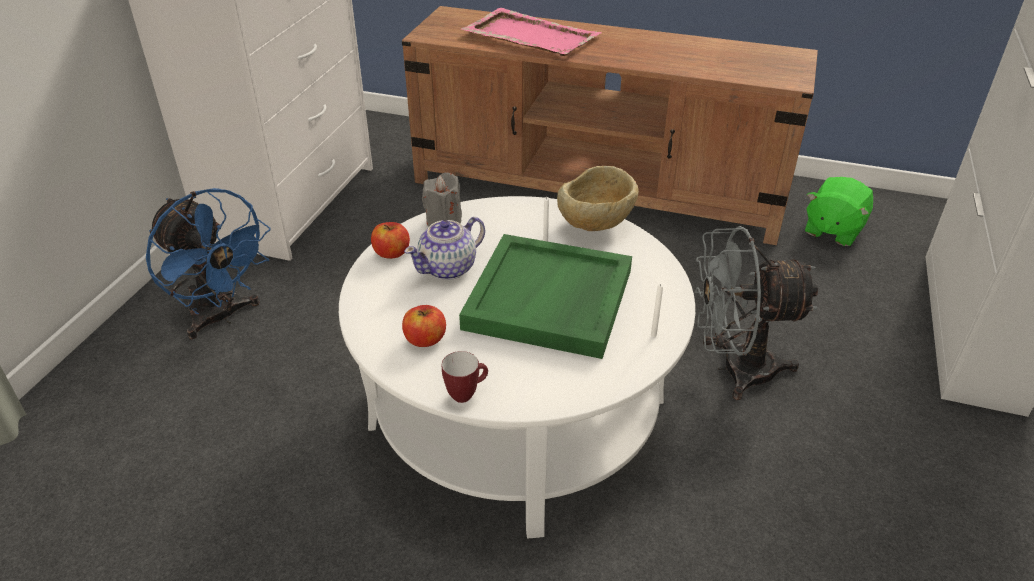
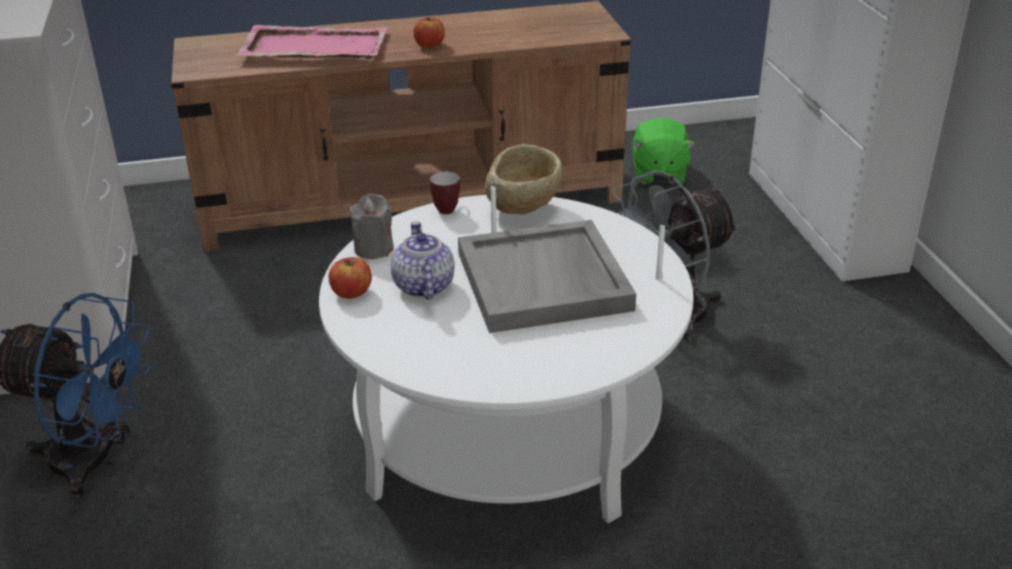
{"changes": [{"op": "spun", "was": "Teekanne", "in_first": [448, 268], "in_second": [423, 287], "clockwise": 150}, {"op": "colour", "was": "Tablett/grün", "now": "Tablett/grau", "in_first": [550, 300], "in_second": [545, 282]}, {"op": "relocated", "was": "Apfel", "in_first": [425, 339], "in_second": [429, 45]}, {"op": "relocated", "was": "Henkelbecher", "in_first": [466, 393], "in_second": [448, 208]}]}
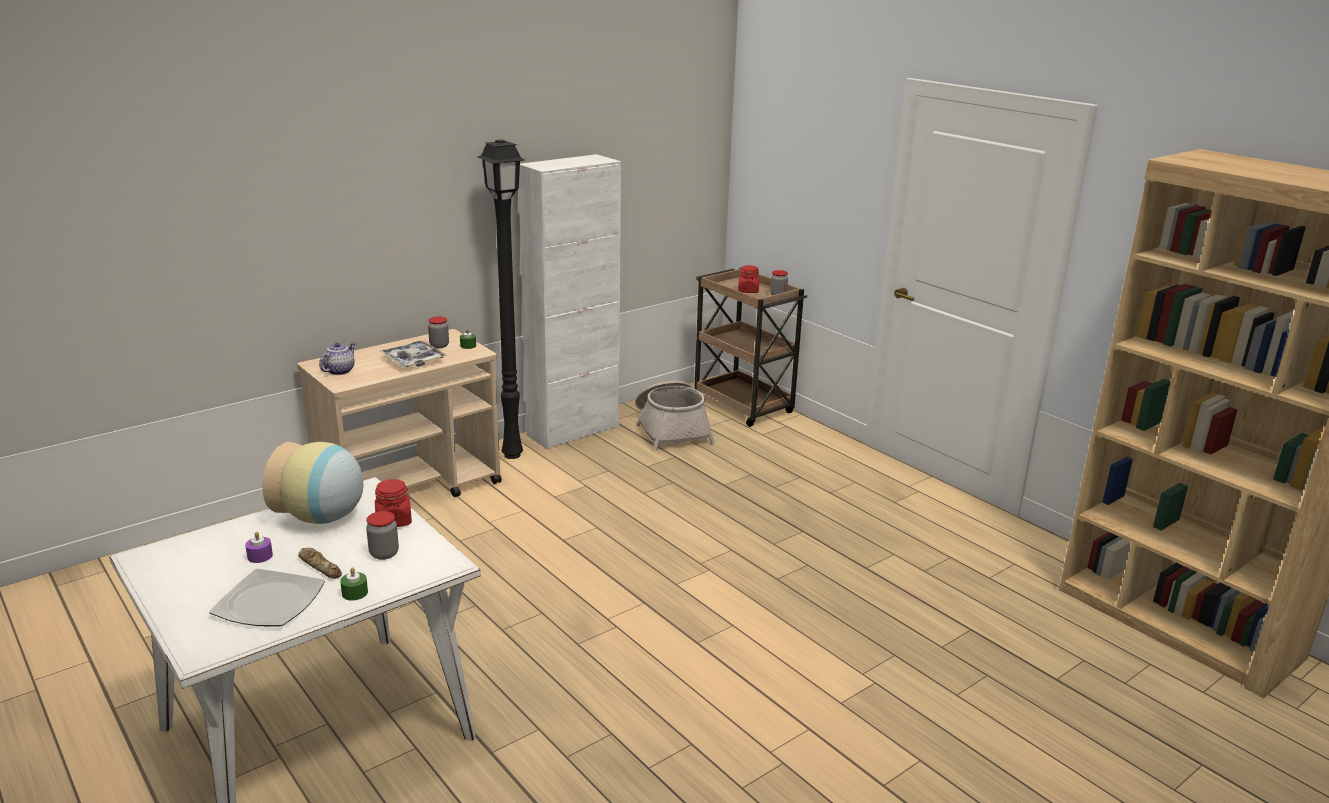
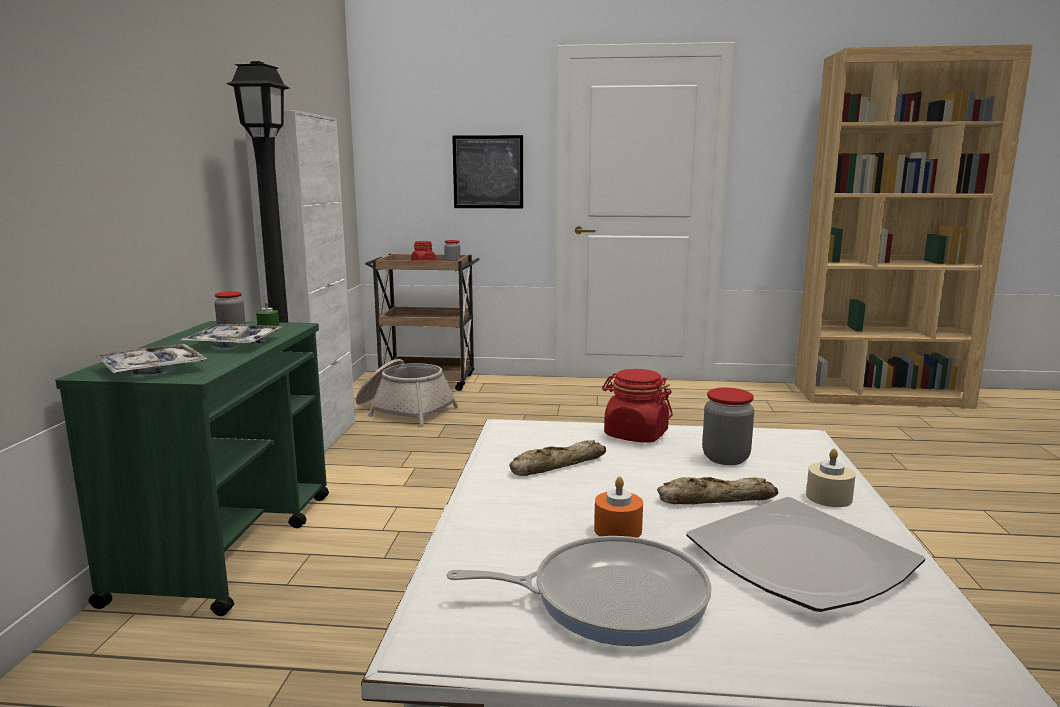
{"changes": [{"op": "colour", "was": "Rollwagen/beige", "now": "Rollwagen/grün", "in_first": [410, 490], "in_second": [229, 544]}, {"op": "exchanged", "was": "Teekanne", "now": "Tablett", "in_first": [339, 371], "in_second": [152, 369]}, {"op": "exchanged", "was": "Vase", "now": "Brot", "in_first": [323, 518], "in_second": [557, 465]}, {"op": "colour", "was": "Kerze/lila", "now": "Kerze/orange", "in_first": [260, 556], "in_second": [618, 530]}, {"op": "colour", "was": "Kerze/grün", "now": "Kerze/beige", "in_first": [355, 593], "in_second": [828, 497]}, {"op": "appeared", "now": "Bild", "in_second": [488, 172]}, {"op": "appeared", "now": "Pfanne", "in_second": [609, 598]}]}
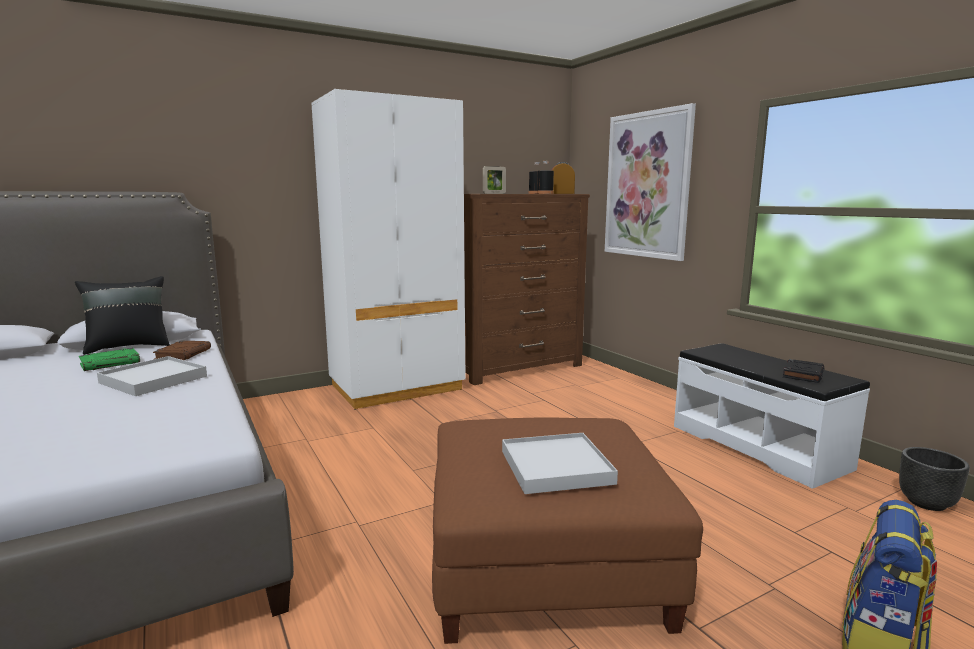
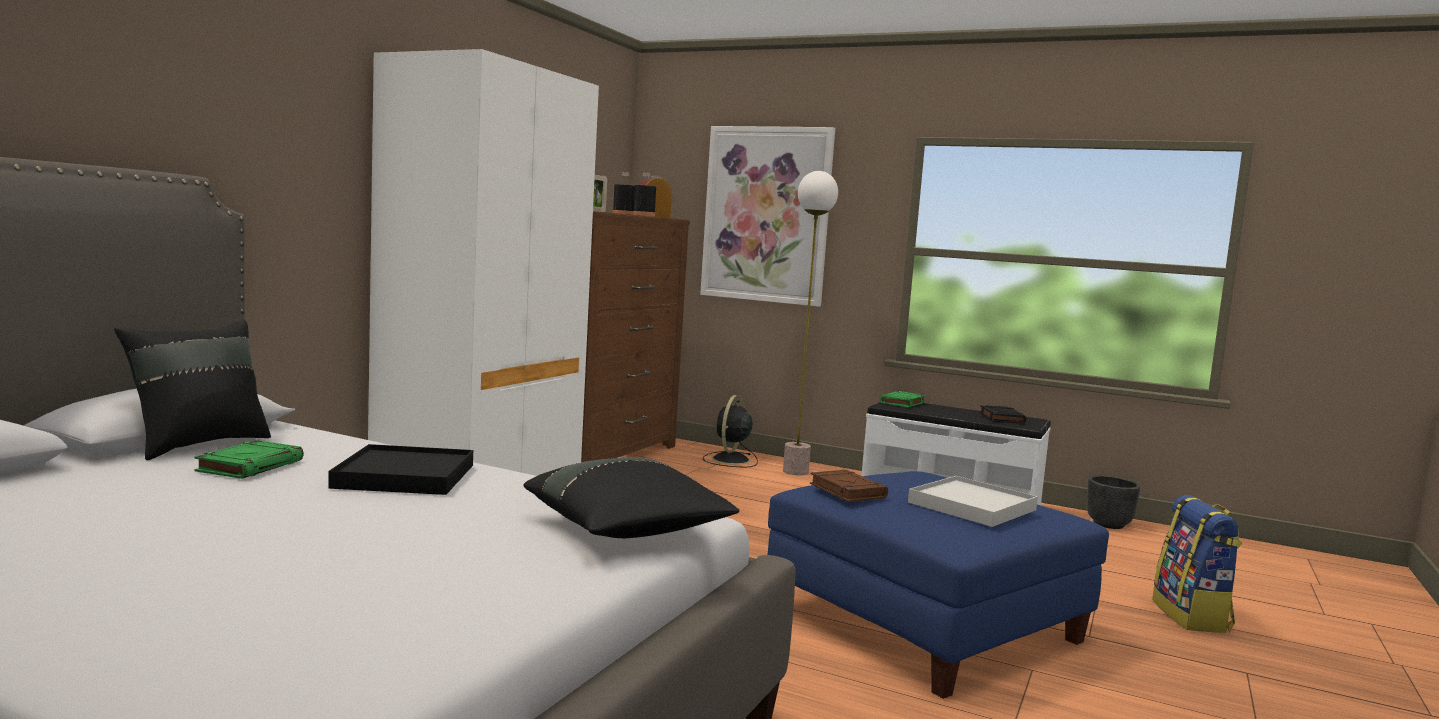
{"changes": [{"op": "relocated", "was": "Buch/braun", "in_first": [183, 354], "in_second": [846, 491]}, {"op": "colour", "was": "Tablett/weiß", "now": "Tablett/schwarz", "in_first": [153, 379], "in_second": [404, 476]}, {"op": "colour", "was": "Polsterhocker/braun", "now": "Polsterhocker/blau", "in_first": [546, 563], "in_second": [927, 624]}, {"op": "appeared", "now": "Stehlampe", "in_second": [796, 472]}, {"op": "appeared", "now": "Buch/grün", "in_second": [902, 403]}, {"op": "appeared", "now": "Ventilator/schwarz", "in_second": [730, 460]}, {"op": "appeared", "now": "Kissen/schwarz", "in_second": [628, 530]}]}
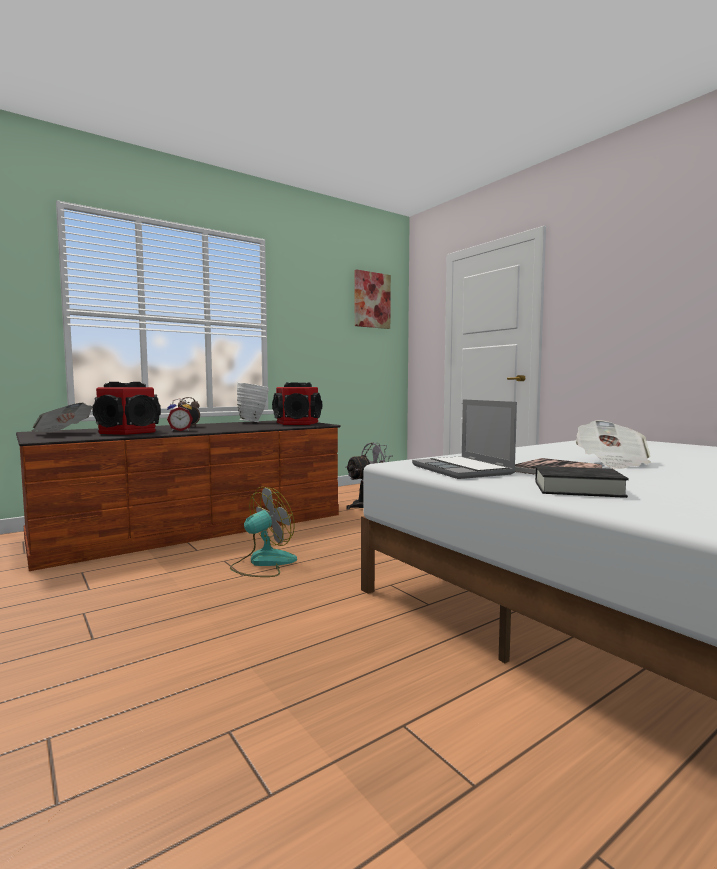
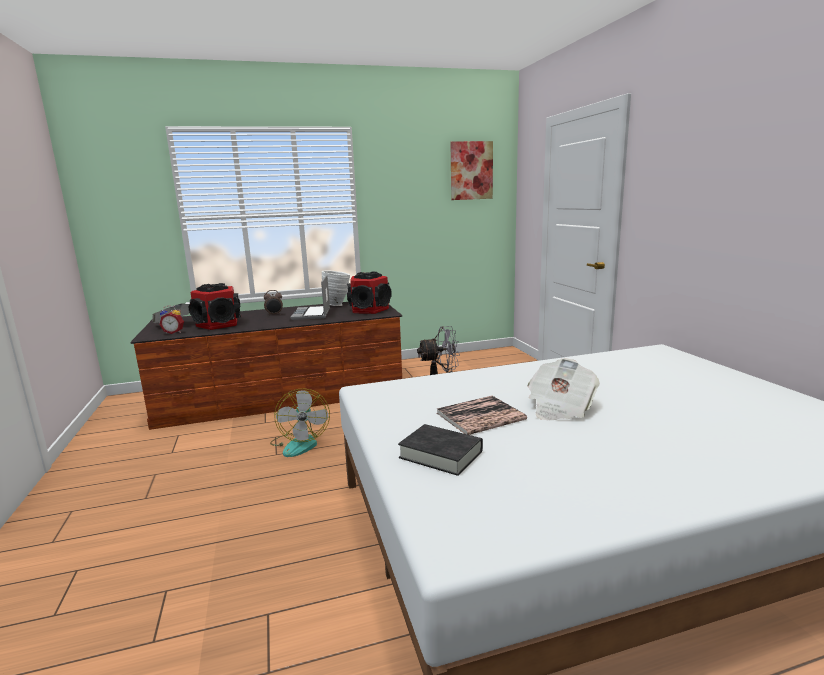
{"changes": [{"op": "relocated", "was": "Wecker", "in_first": [180, 430], "in_second": [174, 332]}, {"op": "relocated", "was": "Laptop", "in_first": [463, 470], "in_second": [312, 314]}, {"op": "spun", "was": "Ventilator", "in_first": [263, 563], "in_second": [300, 443], "clockwise": 105}]}
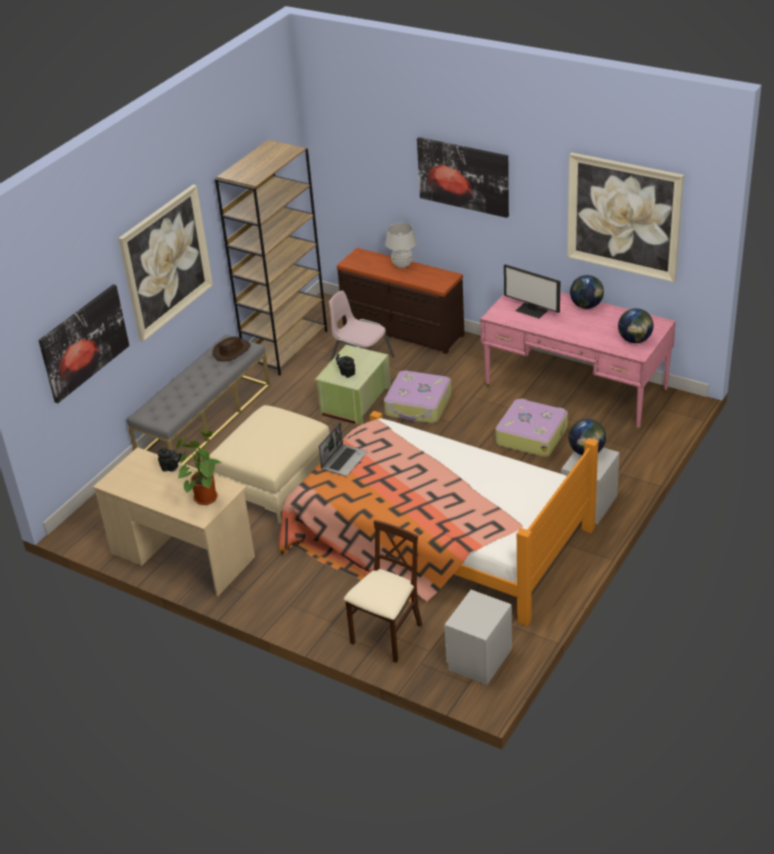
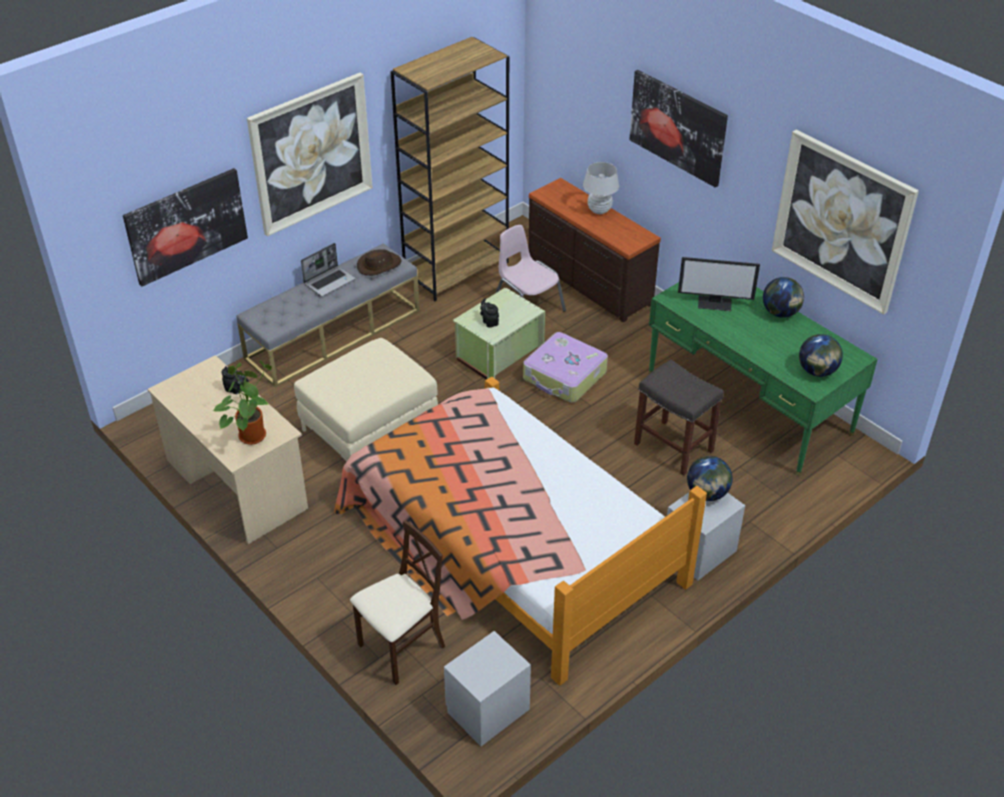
{"changes": [{"op": "spun", "was": "Monitor", "in_first": [532, 310], "in_second": [715, 303], "clockwise": -45}, {"op": "colour", "was": "Schreibtisch/rosa", "now": "Schreibtisch/grün", "in_first": [575, 388], "in_second": [748, 403]}, {"op": "exchanged", "was": "Koffer", "now": "Hocker/grau", "in_first": [531, 435], "in_second": [672, 447]}, {"op": "relocated", "was": "Laptop", "in_first": [344, 460], "in_second": [329, 281]}]}
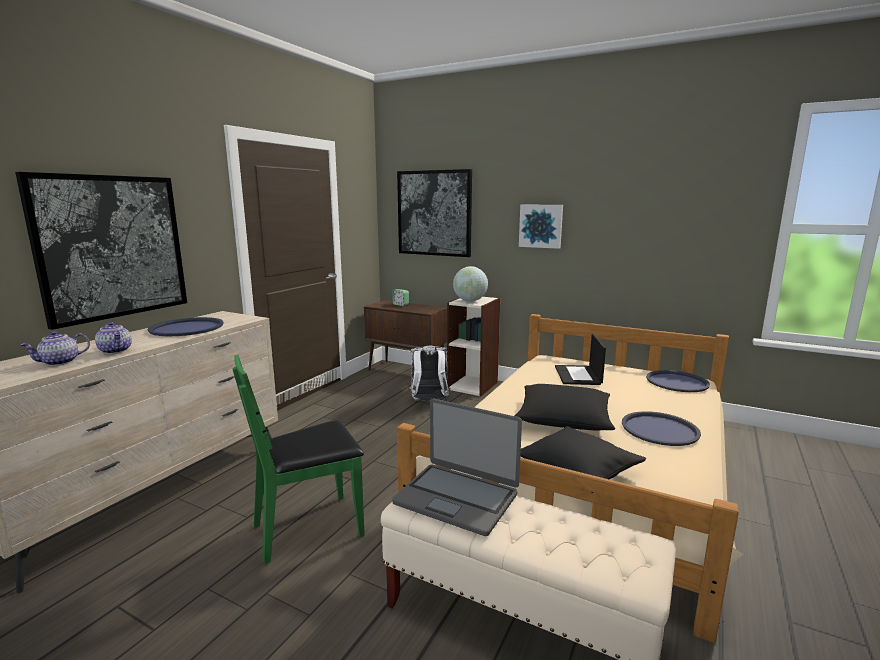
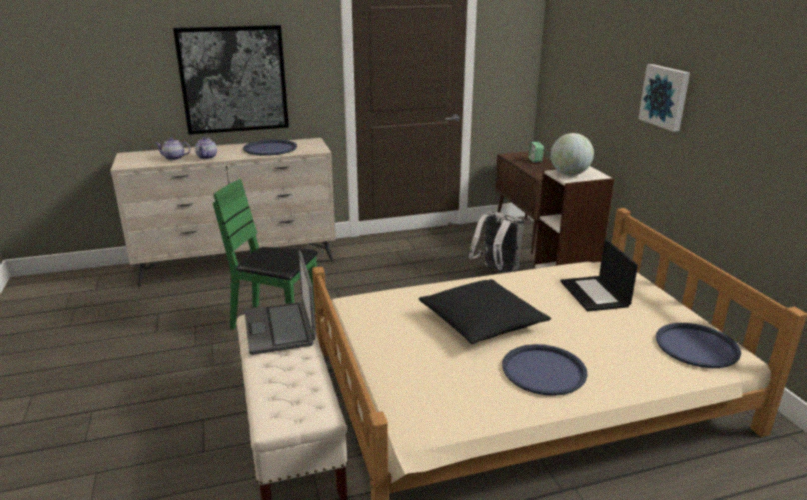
{"changes": [{"op": "missing", "was": "Bild", "in_first": [434, 213]}, {"op": "spun", "was": "Laptop", "in_first": [578, 375], "in_second": [595, 294], "clockwise": -60}, {"op": "missing", "was": "Kissen/schwarz", "in_first": [577, 471]}]}
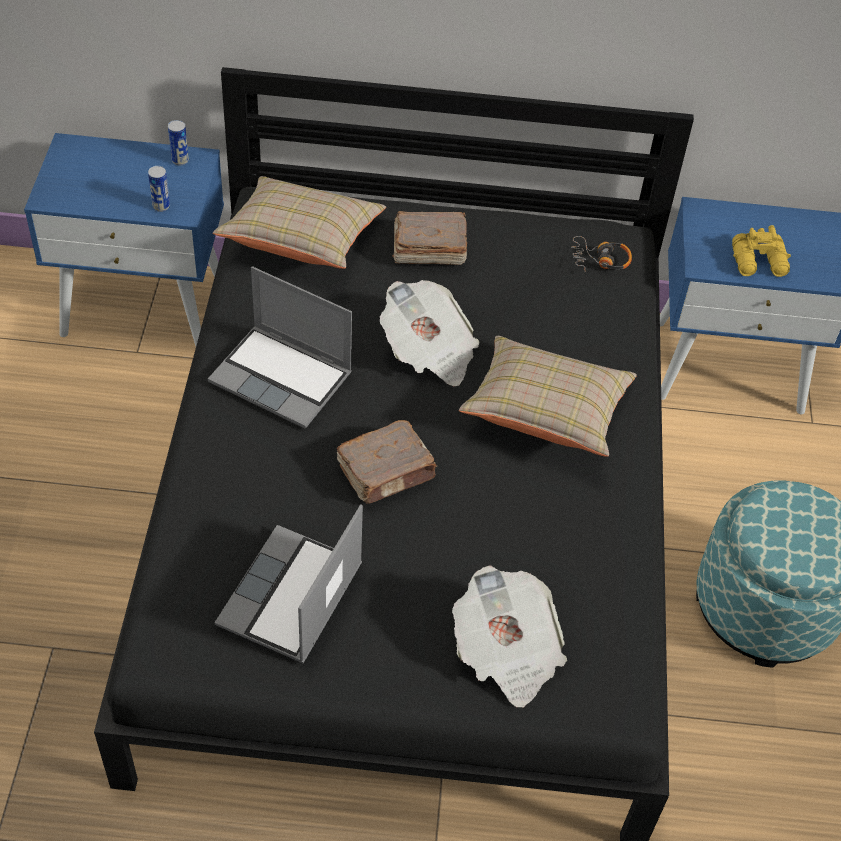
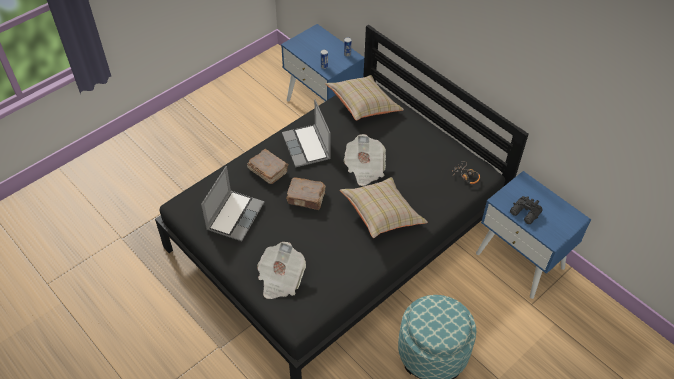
{"changes": [{"op": "relocated", "was": "Buch/braun", "in_first": [428, 249], "in_second": [268, 170]}, {"op": "colour", "was": "Fernglas/gelb", "now": "Fernglas/schwarz", "in_first": [759, 262], "in_second": [525, 213]}, {"op": "spun", "was": "Laptop", "in_first": [291, 598], "in_second": [235, 215], "clockwise": 135}]}
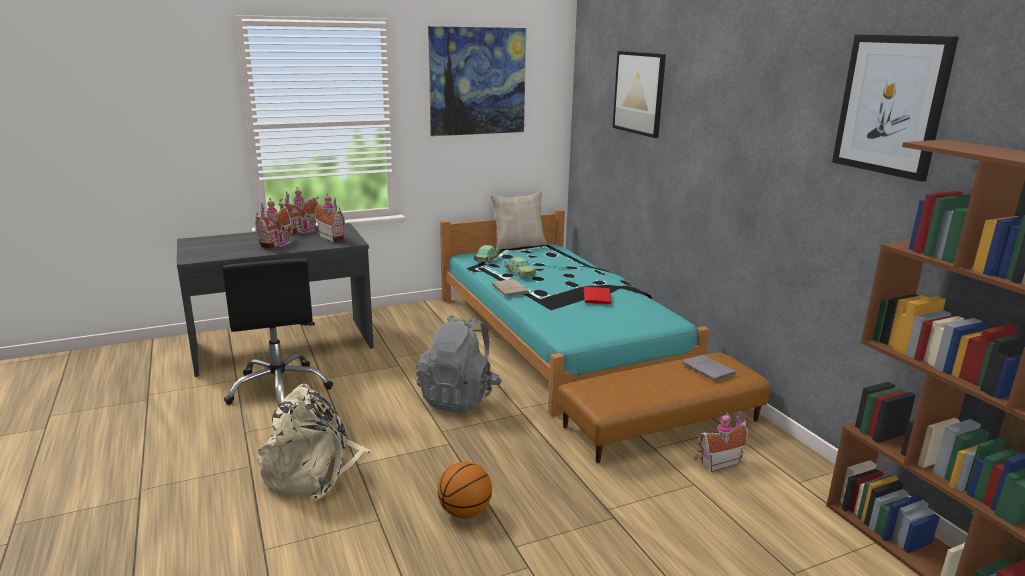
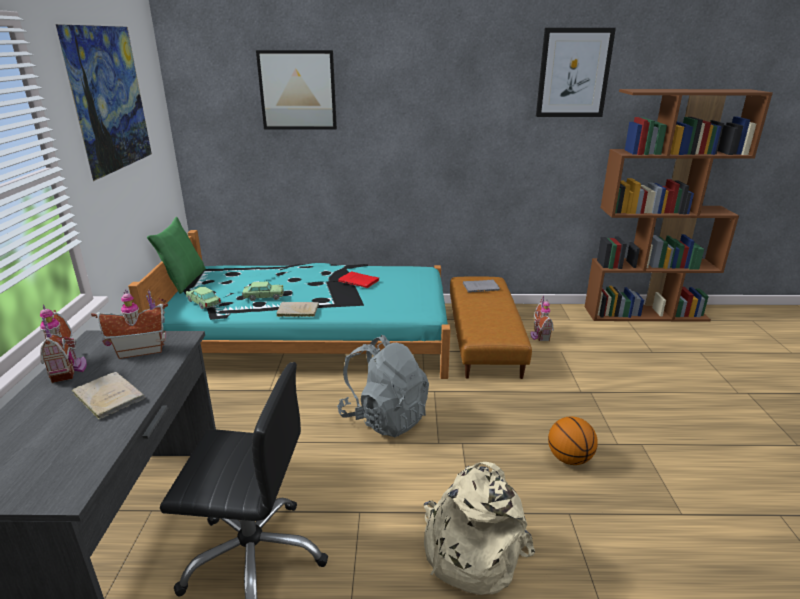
{"changes": [{"op": "colour", "was": "Kissen/beige", "now": "Kissen/grün", "in_first": [518, 245], "in_second": [184, 281]}, {"op": "exchanged", "was": "Spielzeughaus", "now": "Buch/beige", "in_first": [277, 244], "in_second": [108, 396]}]}
